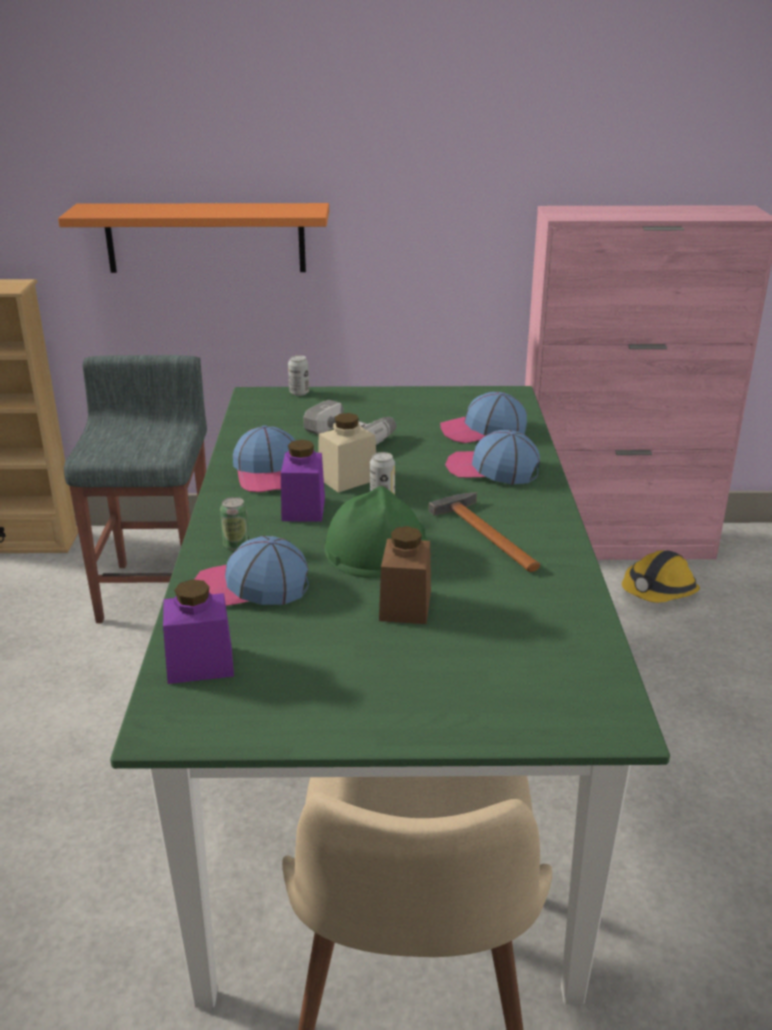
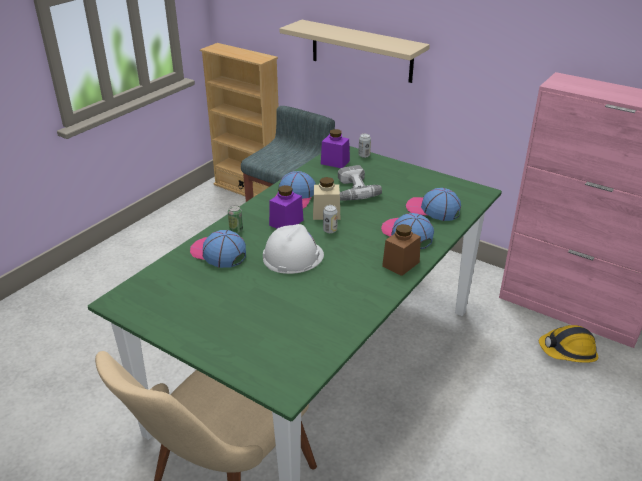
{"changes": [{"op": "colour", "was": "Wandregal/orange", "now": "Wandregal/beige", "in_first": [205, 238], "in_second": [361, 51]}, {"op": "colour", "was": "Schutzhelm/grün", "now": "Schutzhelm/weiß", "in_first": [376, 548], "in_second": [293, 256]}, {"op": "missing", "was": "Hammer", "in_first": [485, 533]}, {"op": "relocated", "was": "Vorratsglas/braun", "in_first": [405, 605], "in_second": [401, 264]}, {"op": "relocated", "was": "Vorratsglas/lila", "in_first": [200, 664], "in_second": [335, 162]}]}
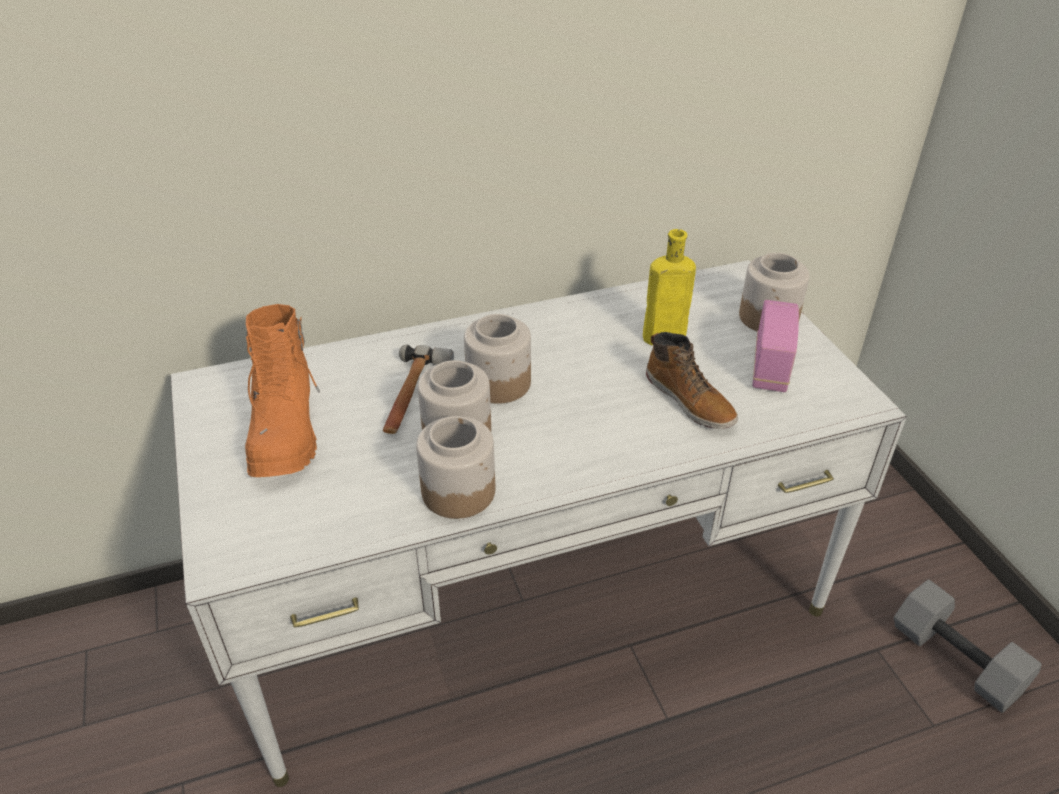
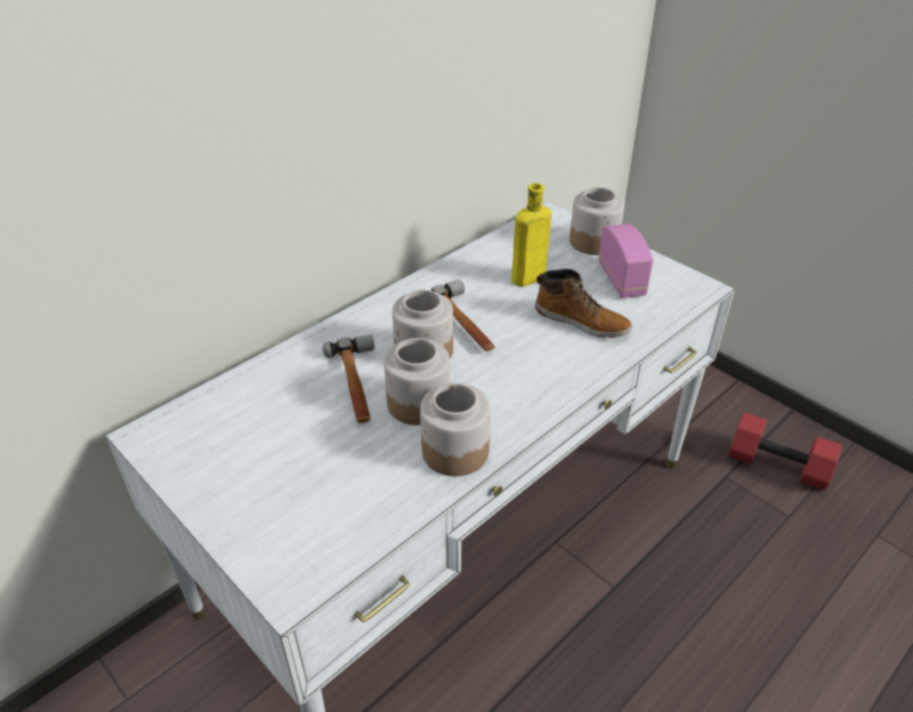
{"changes": [{"op": "missing", "was": "Stiefel/orange", "in_first": [286, 431]}, {"op": "colour", "was": "Hantel/grau", "now": "Hantel/rot", "in_first": [957, 660], "in_second": [779, 464]}, {"op": "appeared", "now": "Hammer", "in_second": [464, 323]}]}
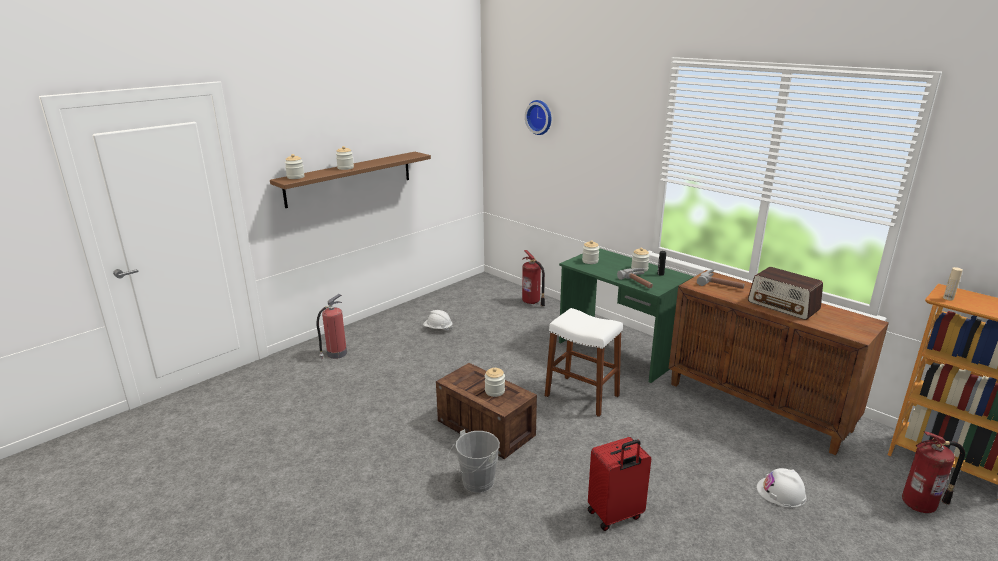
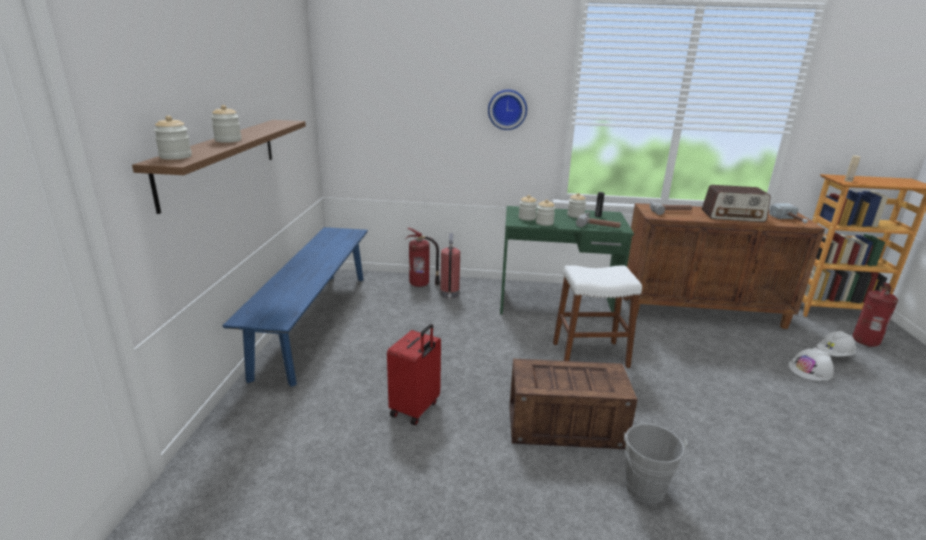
{"changes": [{"op": "relocated", "was": "Wanduhr", "in_first": [540, 117], "in_second": [507, 109]}, {"op": "relocated", "was": "Feuerlöscher", "in_first": [336, 354], "in_second": [449, 294]}, {"op": "relocated", "was": "Schutzhelm/weiß", "in_first": [438, 328], "in_second": [834, 355]}, {"op": "relocated", "was": "Vorratsglas", "in_first": [494, 391], "in_second": [544, 223]}, {"op": "relocated", "was": "Koffer/rot", "in_first": [615, 515], "in_second": [415, 409]}, {"op": "appeared", "now": "Hammer", "in_second": [790, 221]}, {"op": "appeared", "now": "Bank/blau", "in_second": [314, 321]}]}
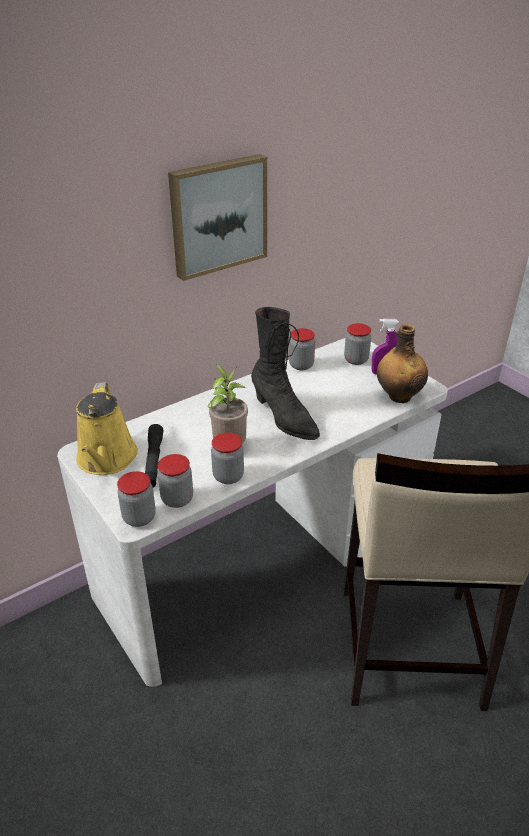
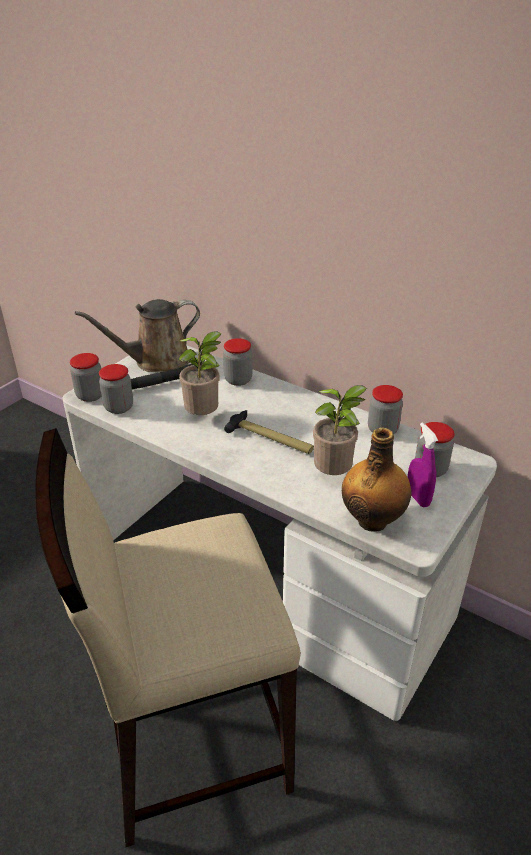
{"changes": [{"op": "missing", "was": "Bild", "in_first": [217, 215]}, {"op": "exchanged", "was": "Stiefel/schwarz", "now": "Hammer", "in_first": [284, 418], "in_second": [270, 439]}, {"op": "colour", "was": "Gießkanne/gelb", "now": "Gießkanne/braun", "in_first": [106, 460], "in_second": [157, 361]}, {"op": "relocated", "was": "Vorratsglas", "in_first": [228, 476], "in_second": [238, 380]}, {"op": "appeared", "now": "Topfpflanze", "in_second": [334, 475]}]}
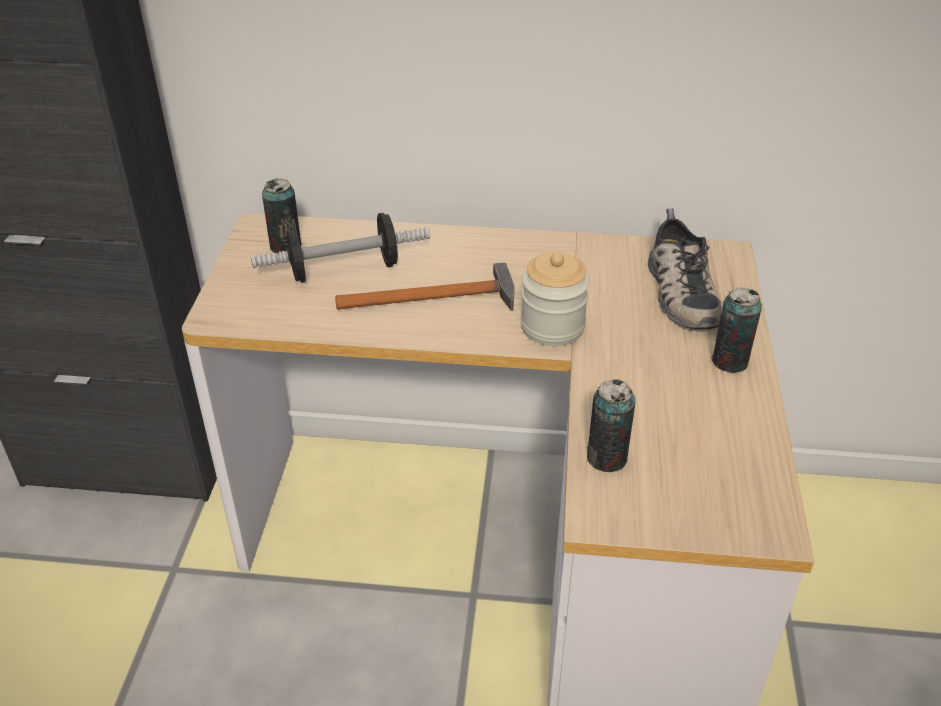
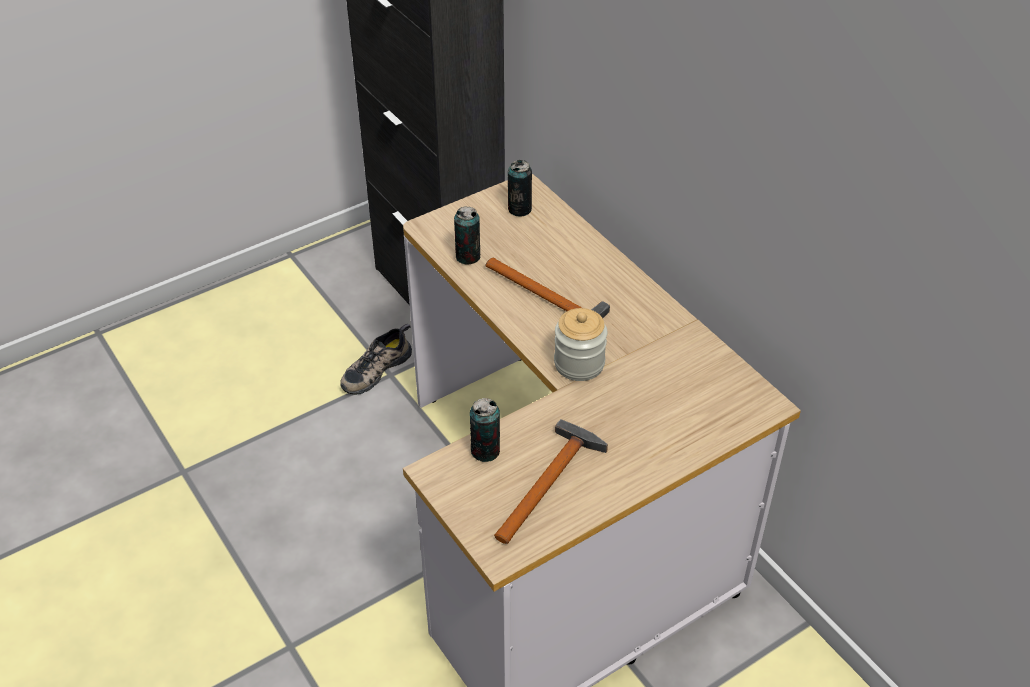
{"changes": [{"op": "relocated", "was": "Schuh", "in_first": [678, 291], "in_second": [375, 368]}, {"op": "missing", "was": "Hantel", "in_first": [344, 269]}, {"op": "relocated", "was": "Dose", "in_first": [729, 361], "in_second": [468, 257]}, {"op": "appeared", "now": "Hammer", "in_second": [549, 481]}]}
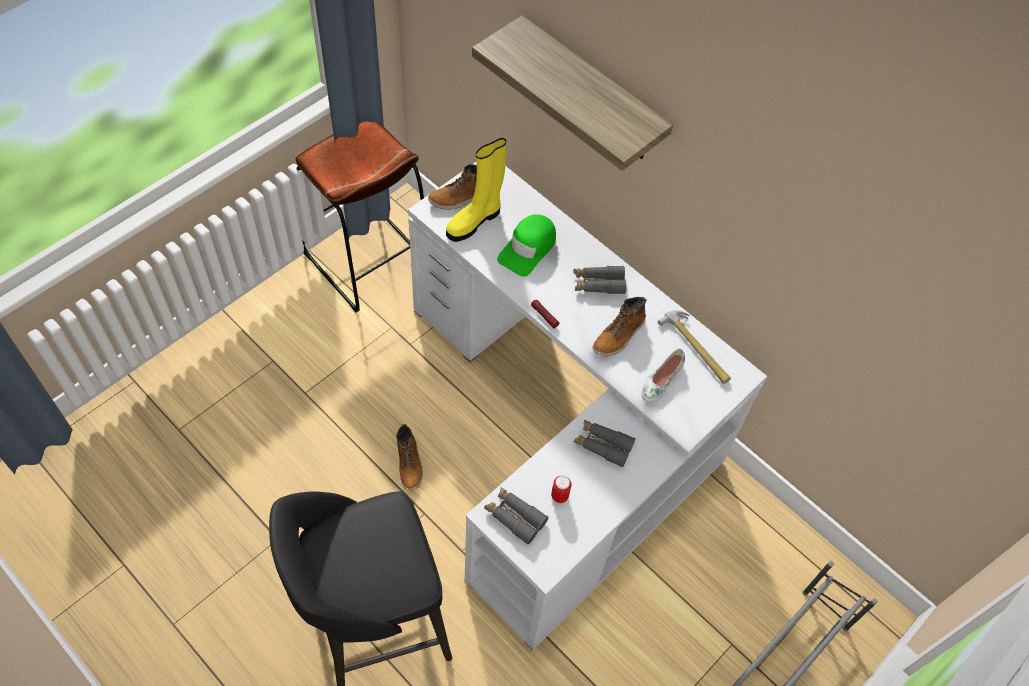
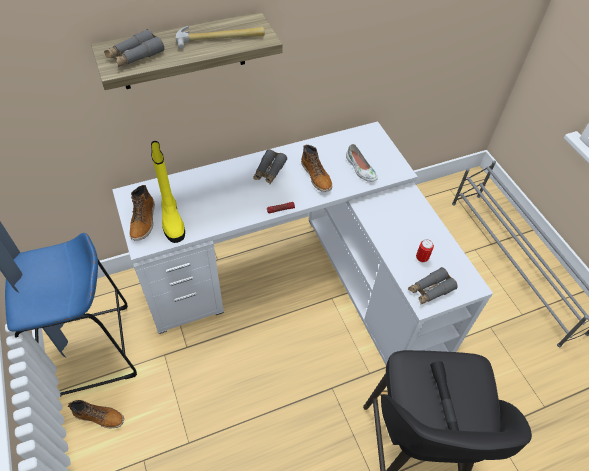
{"changes": [{"op": "colour", "was": "Hocker/braun", "now": "Hocker/blau", "in_first": [367, 260], "in_second": [91, 350]}, {"op": "missing", "was": "Kappe/grün", "in_first": [528, 248]}, {"op": "relocated", "was": "Hammer", "in_first": [696, 349], "in_second": [220, 38]}, {"op": "relocated", "was": "Fernglas/grau", "in_first": [603, 445], "in_second": [135, 55]}, {"op": "relocated", "was": "Stiefel", "in_first": [409, 463], "in_second": [99, 416]}, {"op": "appeared", "now": "Taschenlampe/schwarz", "in_second": [443, 399]}]}
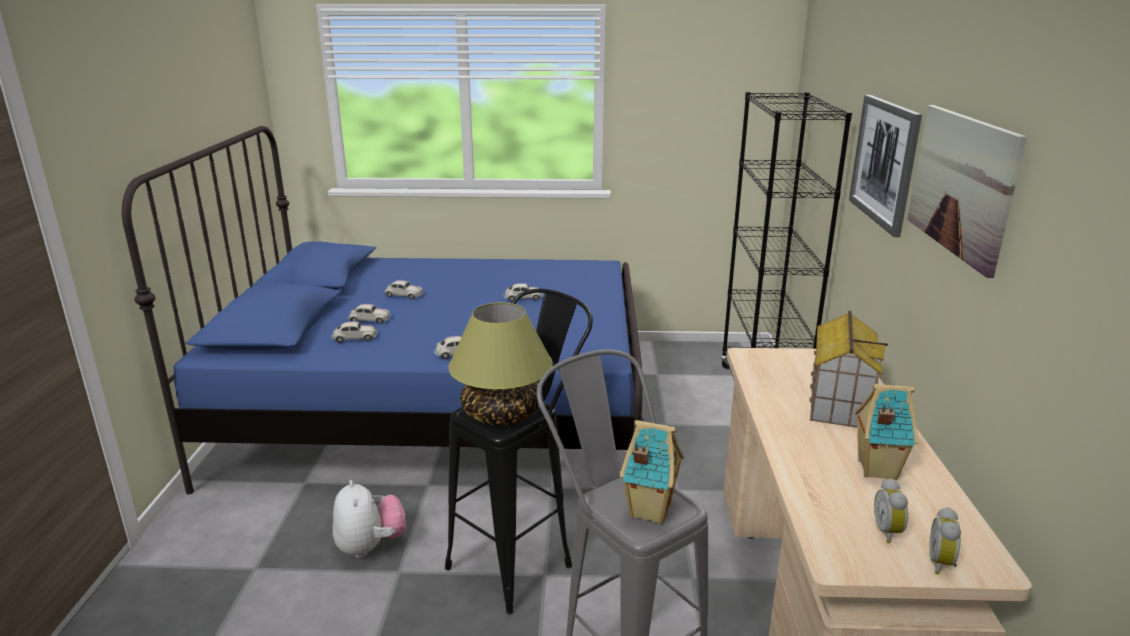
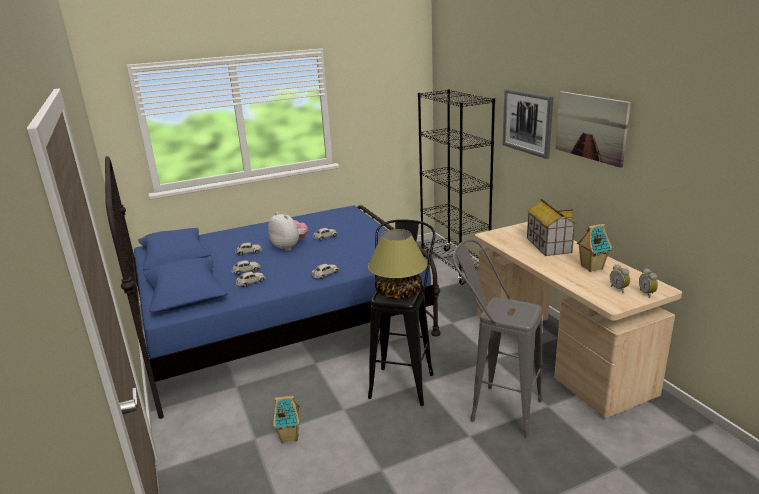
{"changes": [{"op": "relocated", "was": "Spielzeughaus", "in_first": [648, 510], "in_second": [289, 436]}, {"op": "relocated", "was": "Plüschtier", "in_first": [370, 546], "in_second": [289, 247]}]}
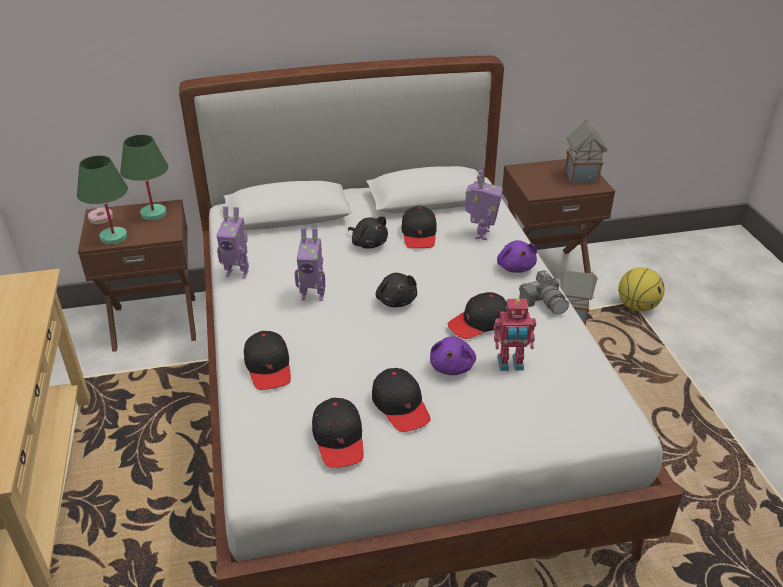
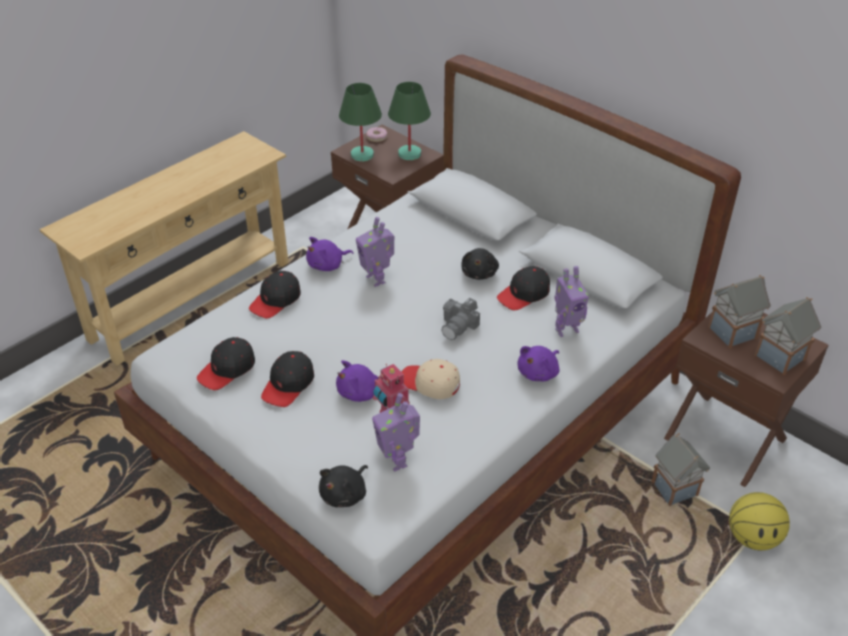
{"changes": [{"op": "relocated", "was": "Spielzeugroboter", "in_first": [237, 273], "in_second": [397, 460]}, {"op": "relocated", "was": "Kamera", "in_first": [544, 302], "in_second": [459, 326]}, {"op": "relocated", "was": "Plüschtier/schwarz", "in_first": [396, 300], "in_second": [345, 494]}, {"op": "colour", "was": "Kappe/schwarz", "now": "Kappe/beige", "in_first": [478, 323], "in_second": [430, 383]}, {"op": "appeared", "now": "Plüschtier/lila", "in_second": [327, 265]}, {"op": "appeared", "now": "Spielzeughaus", "in_second": [731, 333]}]}
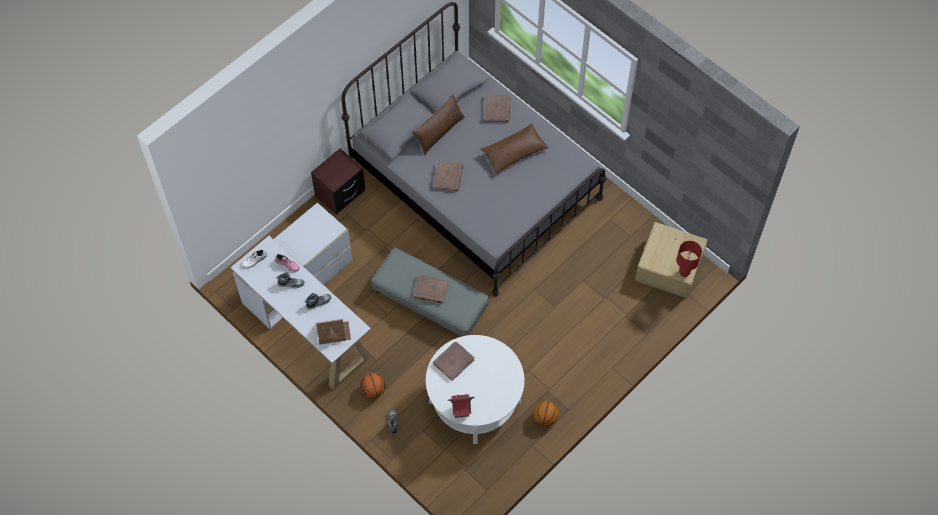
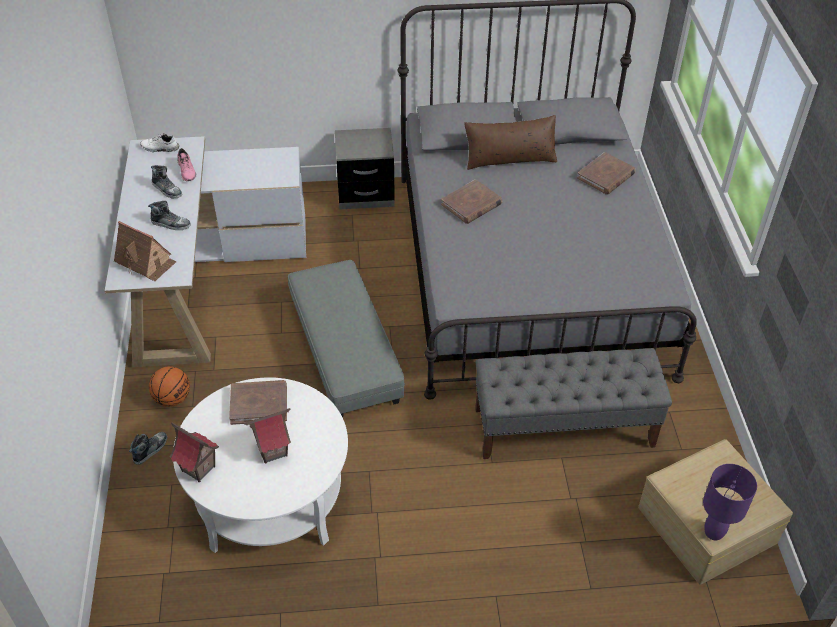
{"changes": [{"op": "missing", "was": "Kissen/braun", "in_first": [514, 152]}, {"op": "colour", "was": "Nachttisch/braun", "now": "Nachttisch/grau", "in_first": [340, 194], "in_second": [365, 194]}, {"op": "colour", "was": "Tischlampe/rot", "now": "Tischlampe/lila", "in_first": [684, 273], "in_second": [714, 533]}, {"op": "missing", "was": "Buch/braun", "in_first": [431, 290]}, {"op": "missing", "was": "Basketball", "in_first": [545, 418]}, {"op": "appeared", "now": "Bank/grau", "in_second": [564, 427]}, {"op": "appeared", "now": "Spielzeughaus", "in_second": [273, 451]}]}
